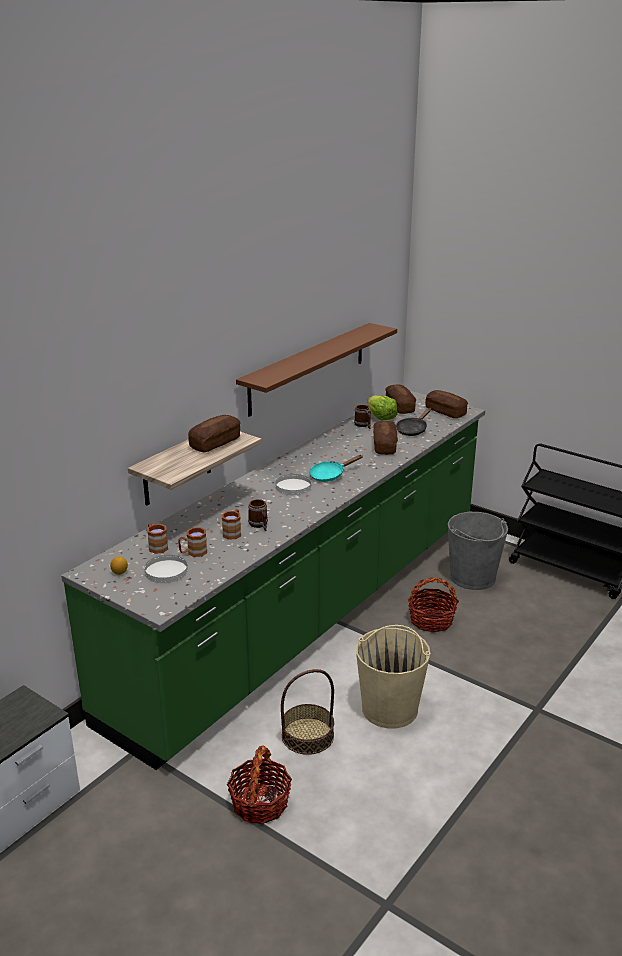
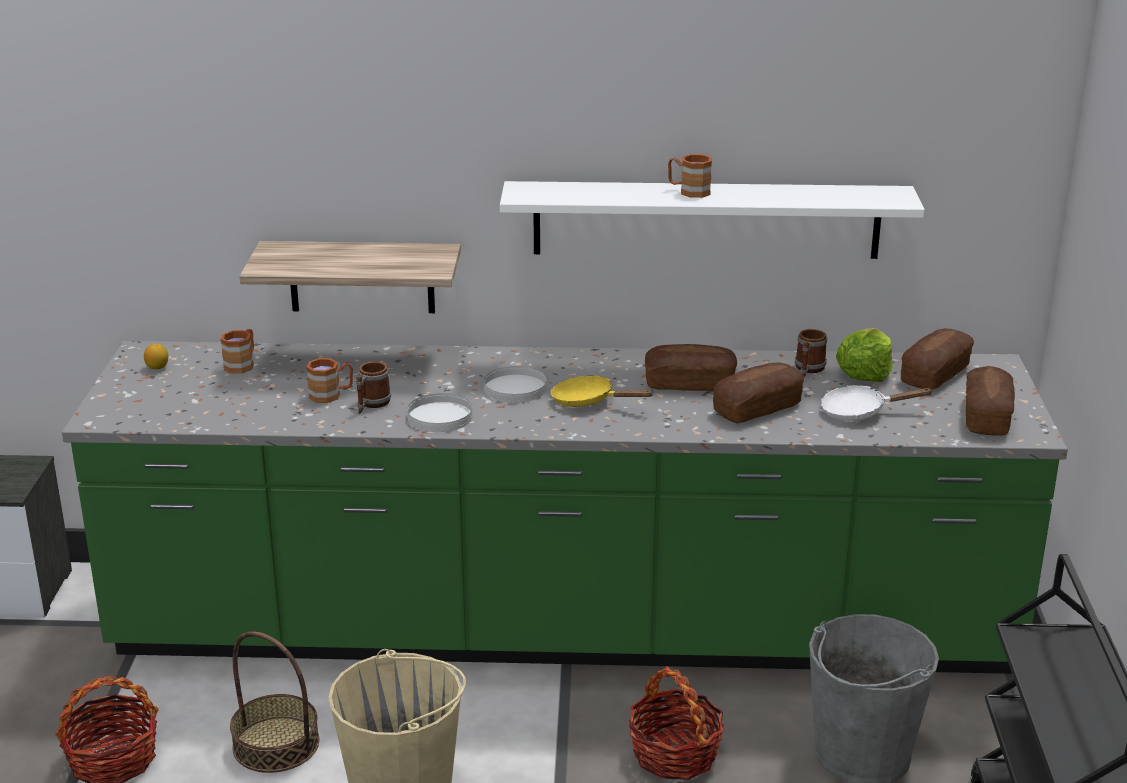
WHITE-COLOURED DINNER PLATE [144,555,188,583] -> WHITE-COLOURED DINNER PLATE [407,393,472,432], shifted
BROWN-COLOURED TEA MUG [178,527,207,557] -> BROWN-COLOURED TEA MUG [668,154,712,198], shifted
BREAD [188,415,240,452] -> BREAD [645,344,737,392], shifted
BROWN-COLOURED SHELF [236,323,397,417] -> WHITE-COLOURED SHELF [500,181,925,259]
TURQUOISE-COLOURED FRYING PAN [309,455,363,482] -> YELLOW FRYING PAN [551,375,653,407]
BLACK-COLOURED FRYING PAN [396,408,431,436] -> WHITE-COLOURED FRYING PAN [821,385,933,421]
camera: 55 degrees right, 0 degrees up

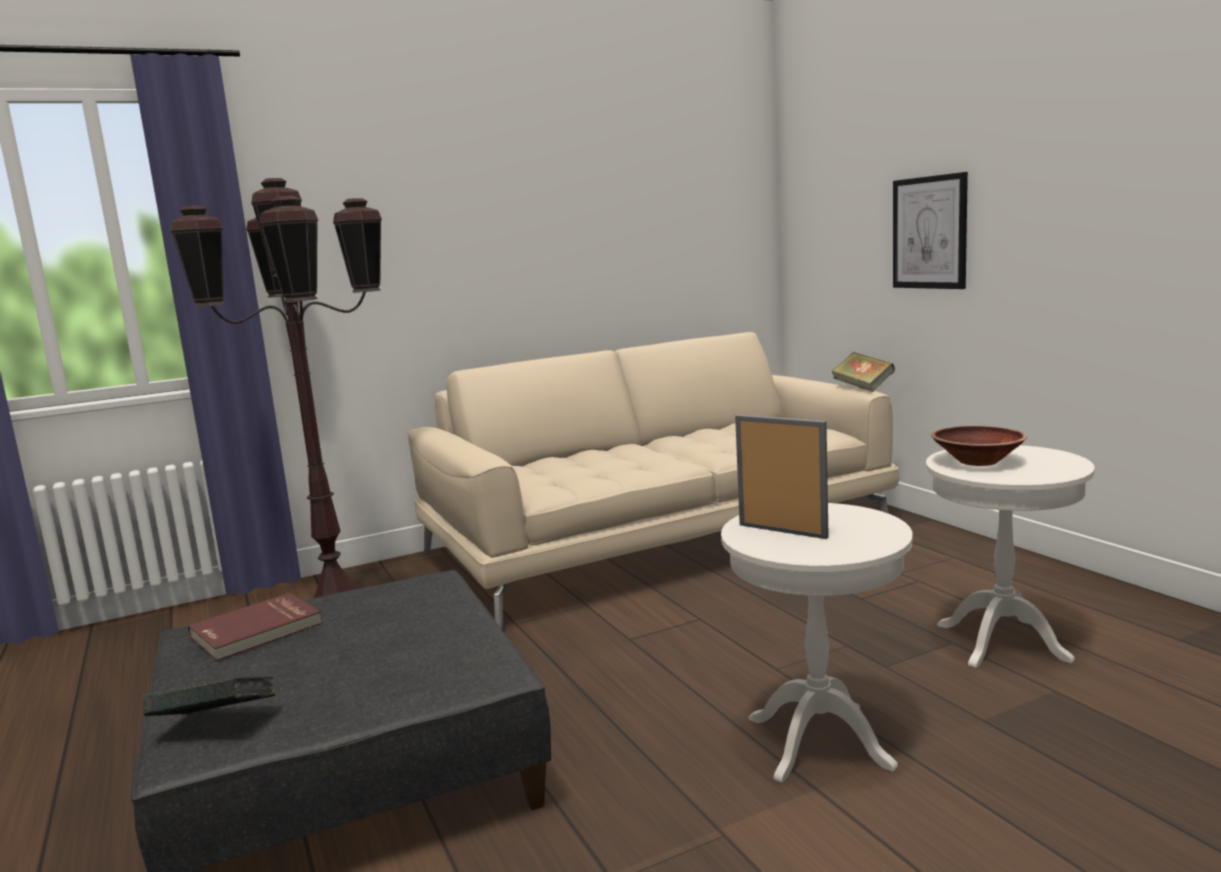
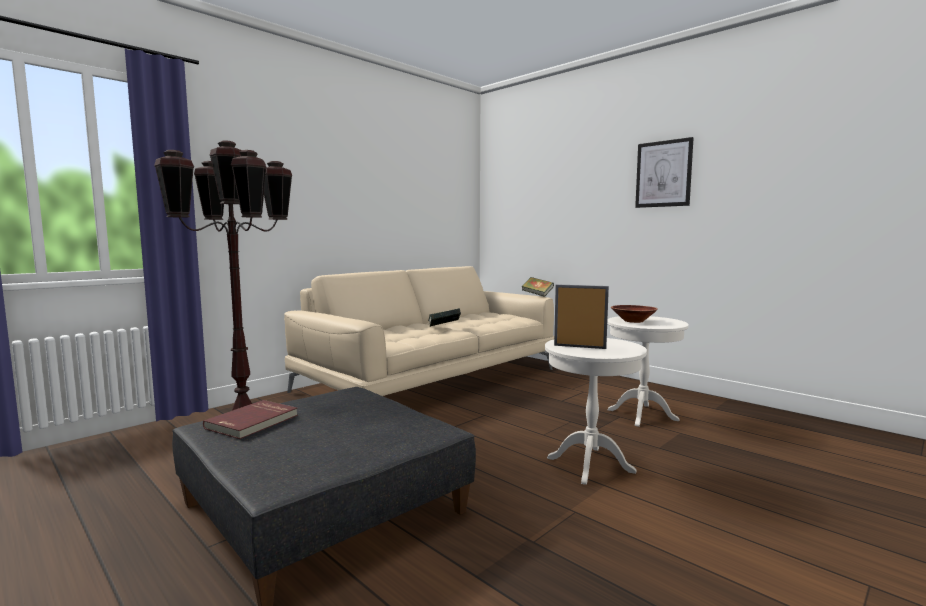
BOUND BOOK [142,677,276,716] -> BOUND BOOK [428,308,461,327], shifted
WALL ART [893,172,968,289] -> WALL ART [635,137,694,208], shifted
camera: 20 degrees left, 5 degrees down

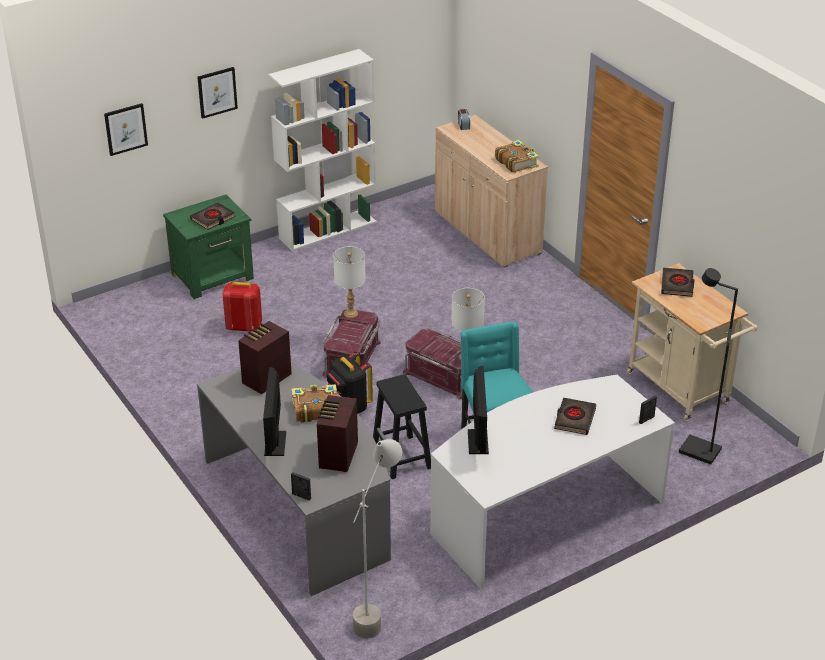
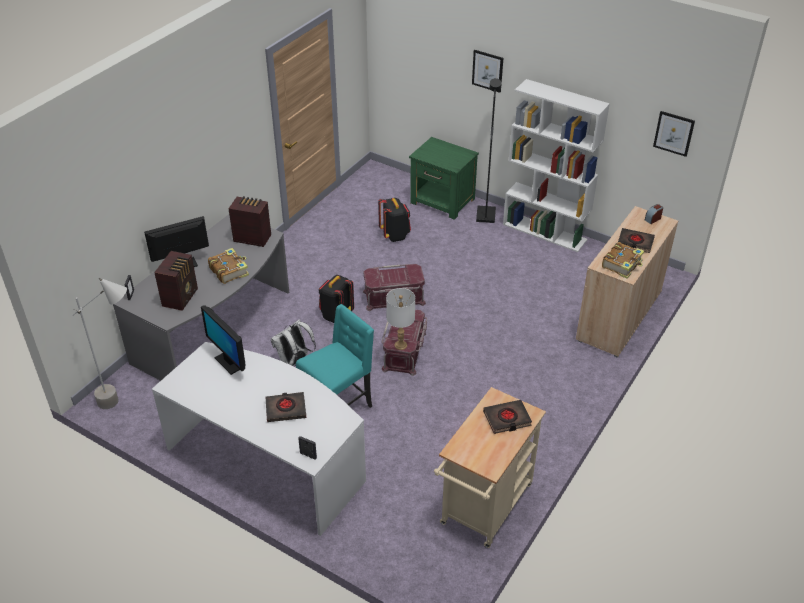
WHITE-COLOURED LAMP FOR A TABLE [333,246,366,318] -> none
WALL ART [104,103,148,156] -> WALL ART [653,111,695,157], shifted
BLACK-COLOURED BOUND BOOK [190,202,235,230] -> BLACK-COLOURED BOUND BOOK [618,228,655,253], shifted
BLACK-COLOURED FLOOR LAMP [679,268,738,465] -> BLACK-COLOURED FLOOR LAMP [476,78,501,223], shifted
BLACK-COLOURED SITTING STOOL [373,374,431,479] -> WHITE-COLOURED KNAPSACK [271,319,316,366]
REDDISH KNAPSACK [222,282,262,332] -> BLACK-COLOURED KNAPSACK [378,198,411,242]
RADIO [317,395,358,472] -> RADIO [154,251,198,311], 120 degrees clockwise
MONITOR [468,366,489,454] -> MONITOR [201,306,246,375], 75 degrees clockwise
camera: 65 degrees right, 5 degrees up

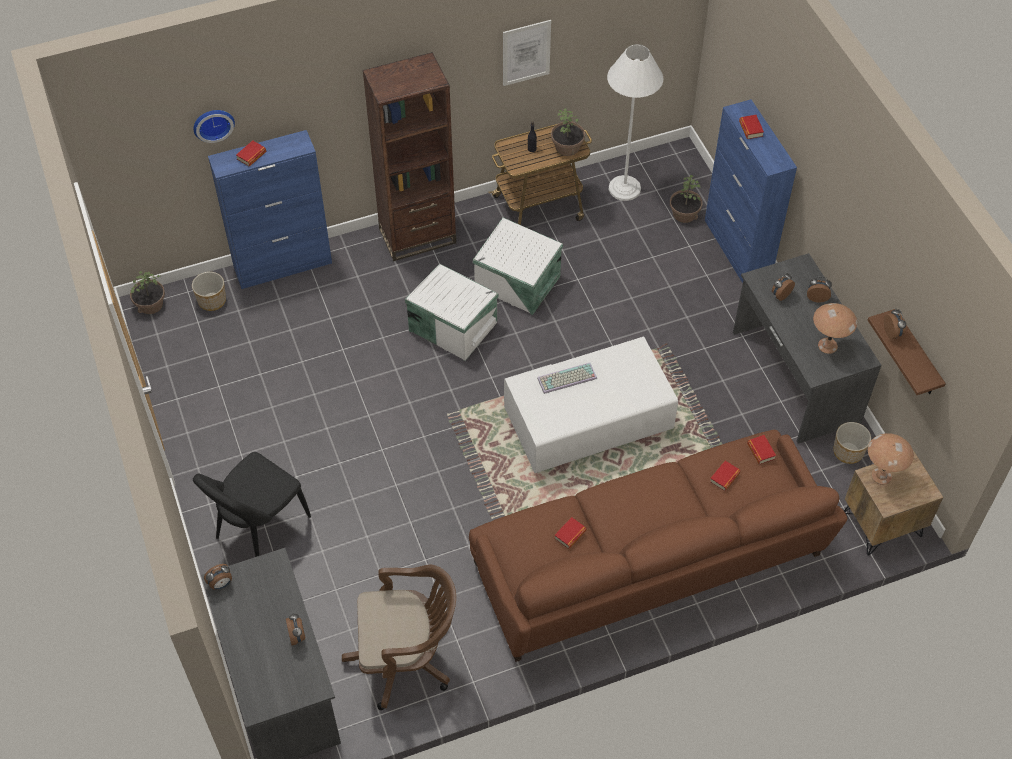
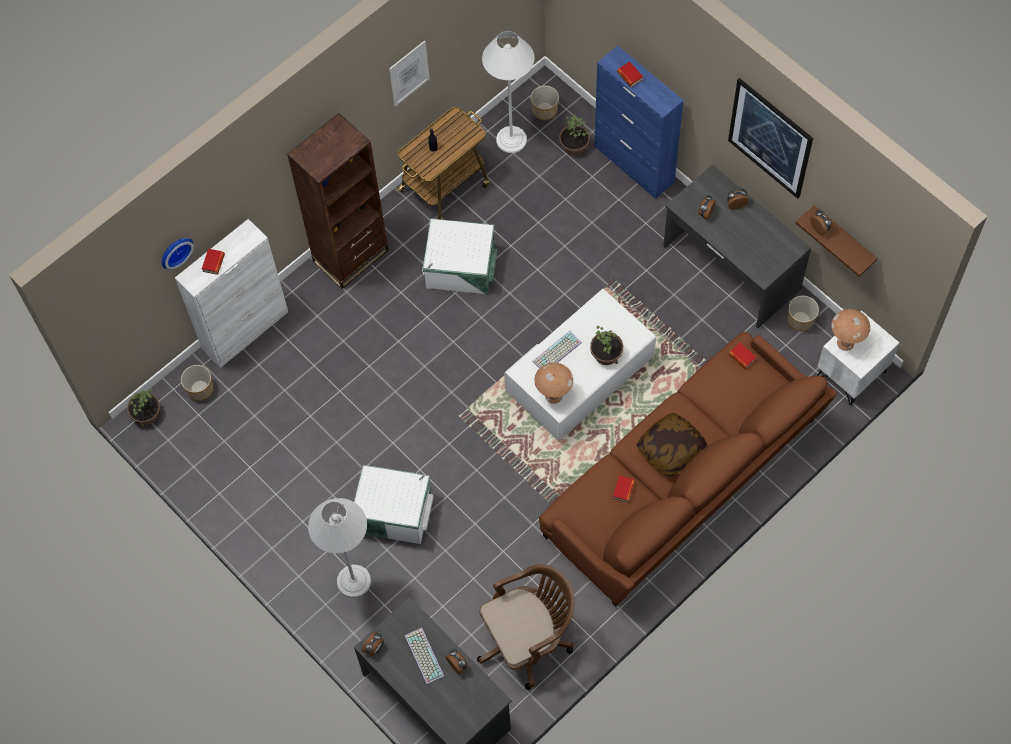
BOUND BOOK [710,461,740,491] -> none
none -> COMPUTER KEYBOARD [405,628,445,685]
none -> PLANT POT [531,85,559,120]
none -> PILLOW [637,413,707,477]
none -> WALL ART [728,78,813,199]
WHITE-COLOURED STORAGE BIN [405,264,498,361] -> WHITE-COLOURED STORAGE BIN [354,465,434,545], shifted
PLANT IN A POT [551,108,585,156] -> PLANT IN A POT [590,326,624,365], shifted
BROWN-COLOURED LAMP FOR A TABLE [813,303,857,354] -> BROWN-COLOURED LAMP FOR A TABLE [534,363,573,404], shifted
BLACK-COLOURED UPRIGHT CHAIR [193,452,311,557] -> WHITE-COLOURED FLOOR LAMP [308,498,371,598]
BLUE CUPBOARD [208,130,332,289] -> WHITE-COLOURED CUPBOARD [175,219,288,368]
BROWN-COLOURED NIGHTSTAND [844,451,943,556] -> WHITE-COLOURED NIGHTSTAND [817,311,899,405]
camera: 20 degrees left, 10 degrees up

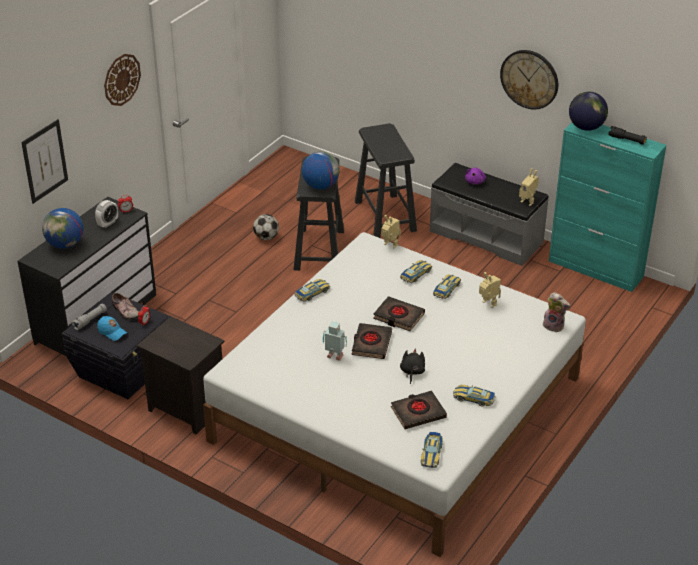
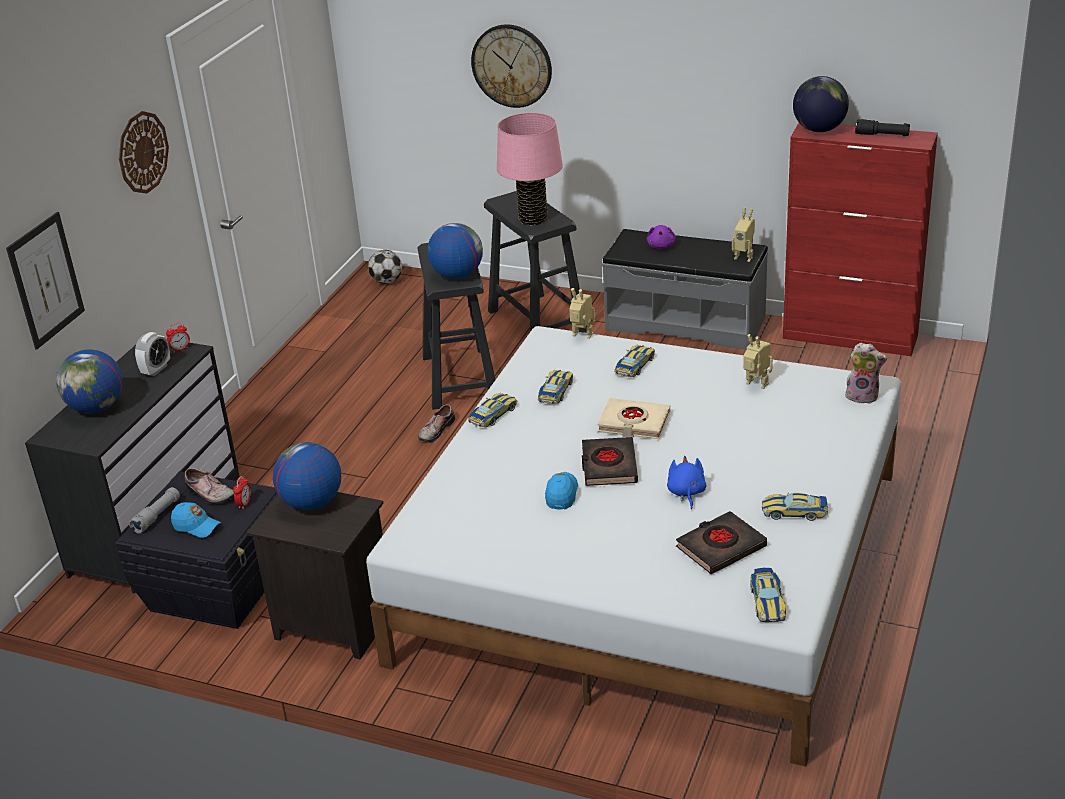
none -> DESK GLOBE [273,442,341,510]
none -> ITEM OF FOOTWEAR [418,404,455,443]
none -> PINK LAMP FOR A TABLE [497,113,563,225]
FOOTBALL [253,214,279,240] -> FOOTBALL [368,250,402,284], shifted
MODEL CAR [433,274,461,299] -> MODEL CAR [538,370,573,404], shifted
HANGING CLOCK [500,50,558,109] -> HANGING CLOCK [471,24,552,108], shifted
ROBOT FIGURE [323,322,347,361] -> BLUE PEAKED CAP [545,472,578,509]
BLACK-COLOURED BOUND BOOK [373,296,425,331] -> SAND-COLOURED BOUND BOOK [597,398,670,439]
BLACK-COLOURED CUDDLY TOY [400,349,425,384] -> BLUE CUDDLY TOY [667,456,707,509]
TURQUOISE-COLOURED CUPBOARD [549,122,666,292] -> REDDISH CUPBOARD [783,123,938,356]
camera: 10 degrees left, 5 degrees down

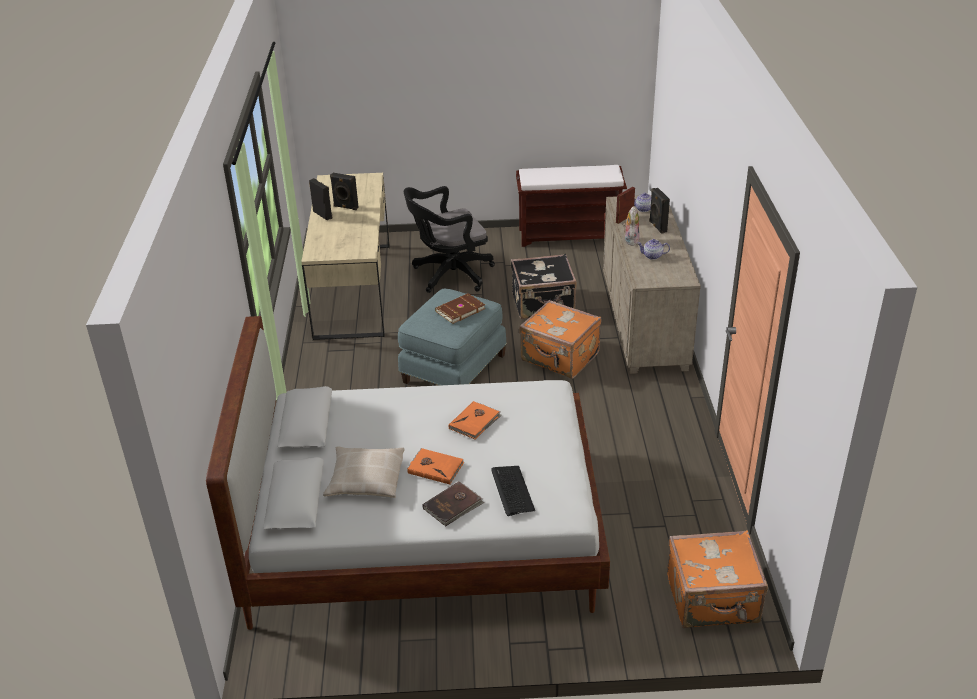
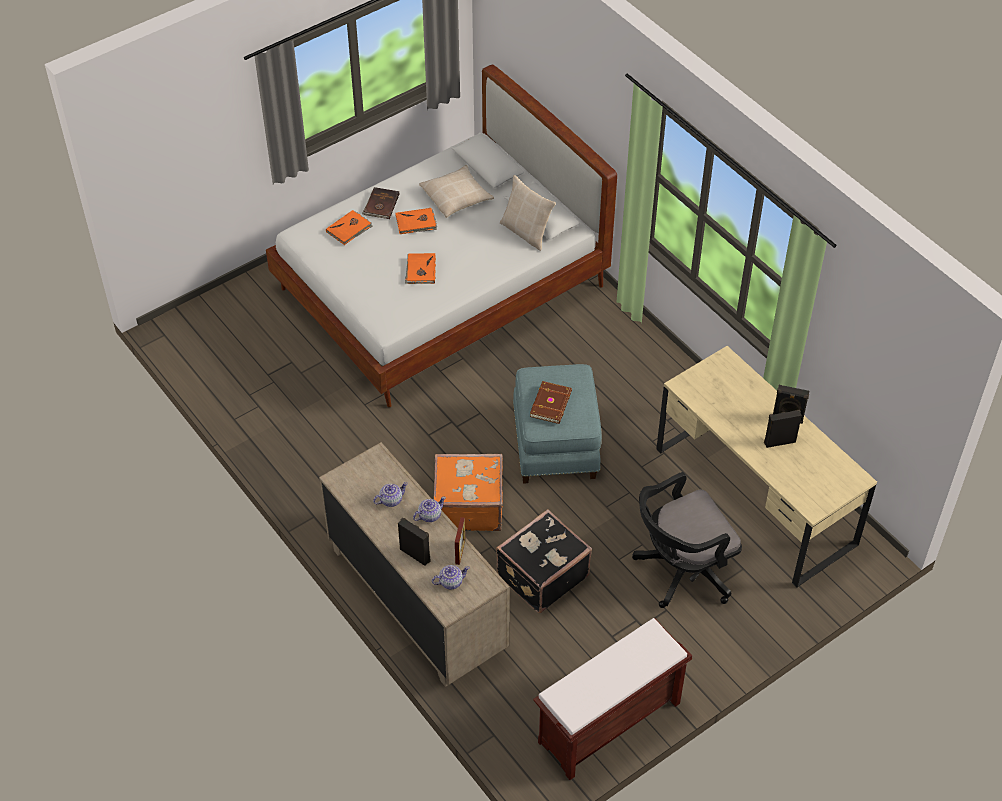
ORANGE-COLOURED SUITCASE [667,530,768,628] -> none
none -> SAND-COLOURED PILLOW [500,175,556,251]
COMPUTER KEYBOARD [491,466,535,516] -> ORANGE-COLOURED BOUND BOOK [326,210,372,245]
CUDDLY TOY [623,206,640,246] -> TEAPOT [413,496,446,522]
BLACK-COLOURED DESK CHAIR [404,186,495,293] -> BLACK-COLOURED DESK CHAIR [632,472,742,608], 150 degrees counterclockwise
camera: 145 degrees right, 15 degrees up

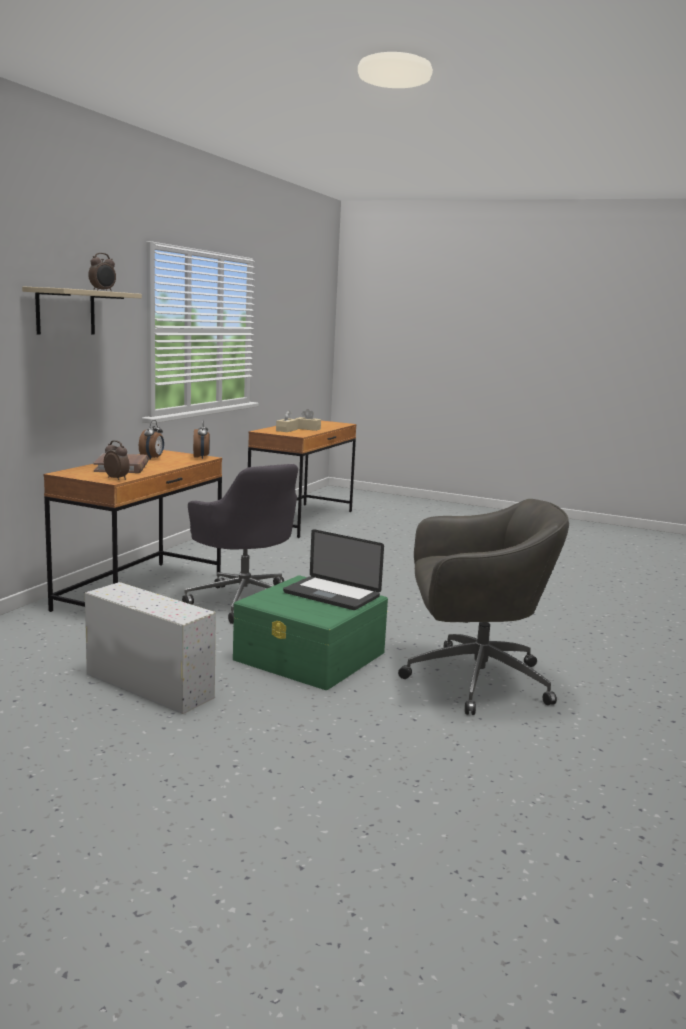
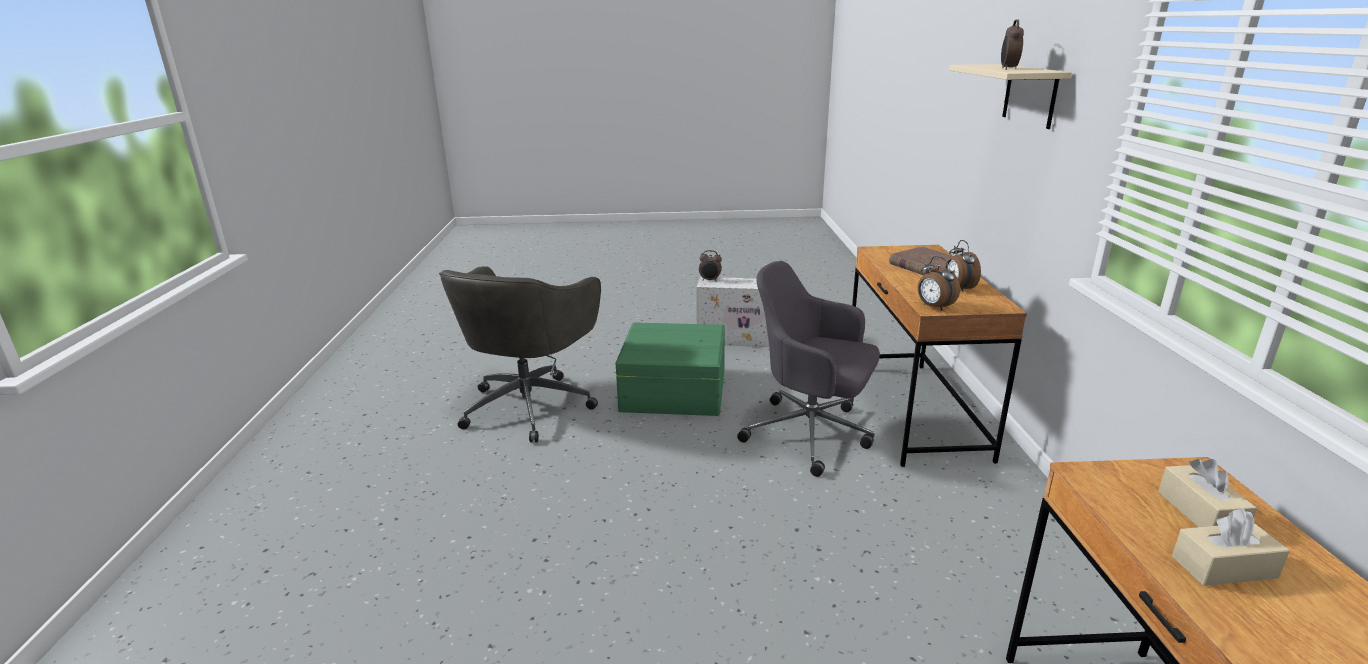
LAPTOP [283,529,384,610] -> none
ALARM CLOCK [104,440,130,480] -> ALARM CLOCK [699,250,722,282], shifted
GREY DESK CHAIR [398,499,569,715] -> GREY DESK CHAIR [439,266,601,443], 45 degrees counterclockwise
camera: 155 degrees right, 10 degrees up

